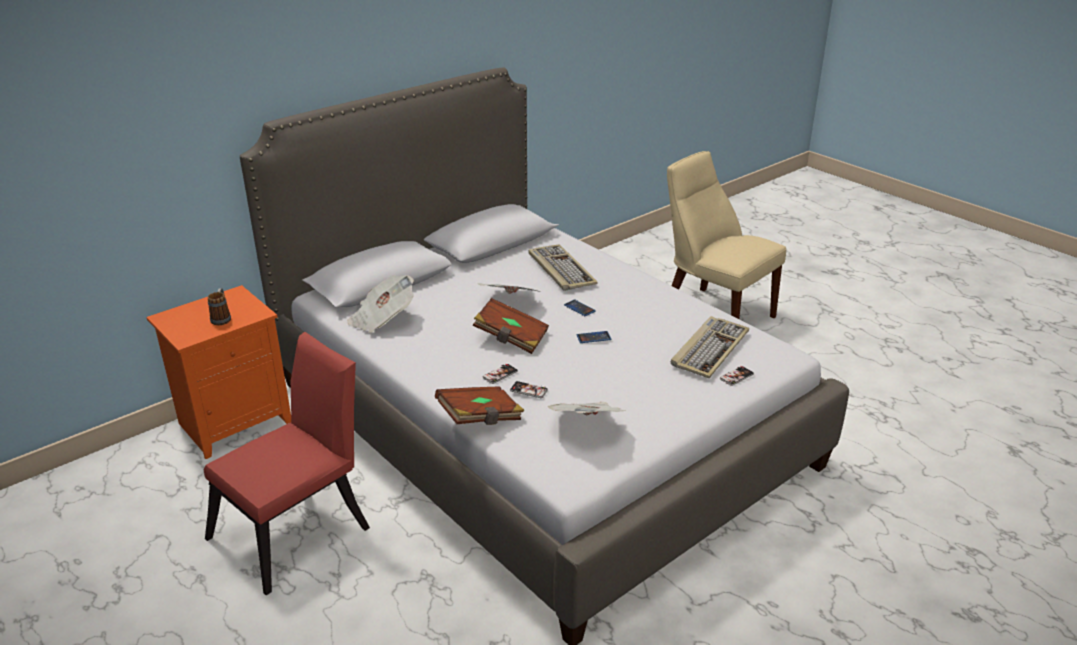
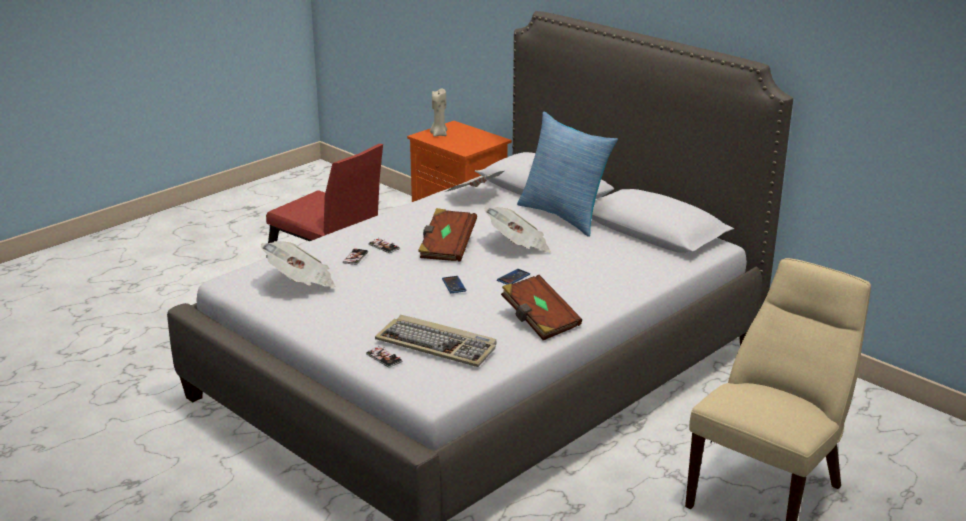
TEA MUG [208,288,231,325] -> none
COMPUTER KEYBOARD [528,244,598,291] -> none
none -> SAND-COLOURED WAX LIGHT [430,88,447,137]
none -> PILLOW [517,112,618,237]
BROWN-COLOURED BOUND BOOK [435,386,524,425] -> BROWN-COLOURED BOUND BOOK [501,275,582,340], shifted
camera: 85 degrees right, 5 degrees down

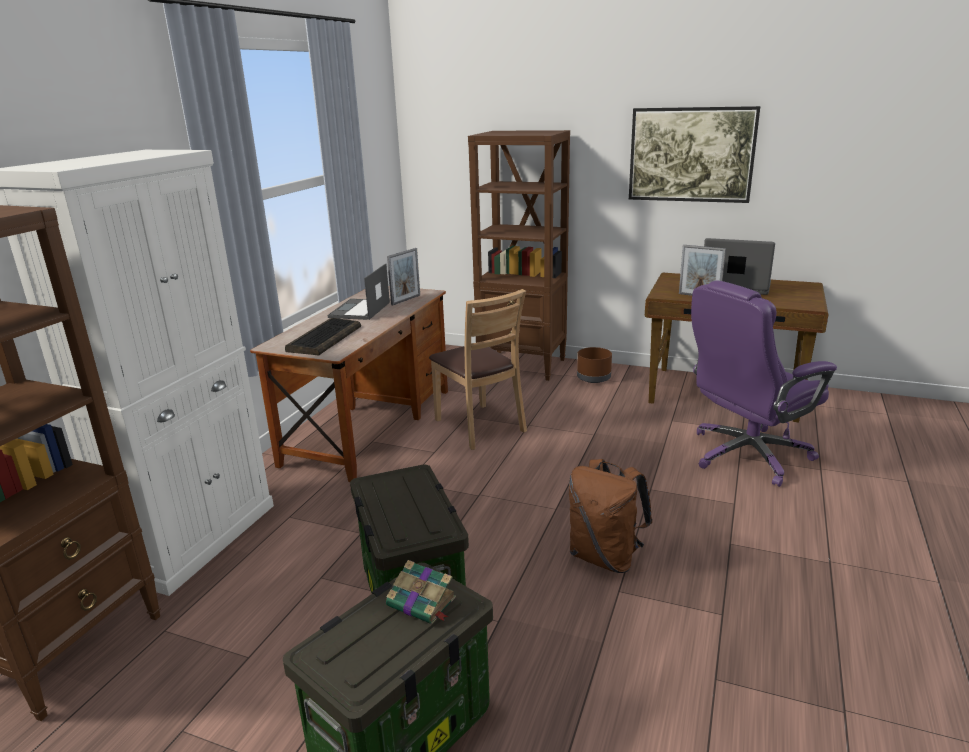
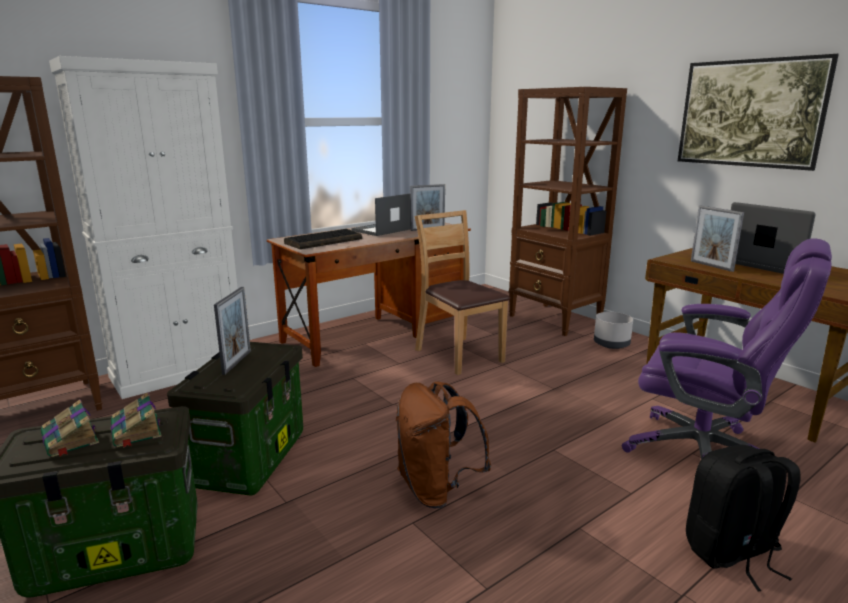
none -> BOUND BOOK [41,400,99,457]
none -> PICTURE FRAME [214,287,251,375]
none -> BLACK-COLOURED KNAPSACK [686,445,801,591]
BROWN-COLOURED PLANT POT [577,347,612,383] -> GREY PLANT POT [594,312,633,349]
BROWN-COLOURED UPRIGHT CHAIR [429,289,527,450] -> BROWN-COLOURED UPRIGHT CHAIR [414,210,510,375], 150 degrees clockwise
PURPLISH DESK CHAIR [691,281,837,487] -> PURPLISH DESK CHAIR [622,238,832,459], 150 degrees counterclockwise
camera: 30 degrees right, 5 degrees down

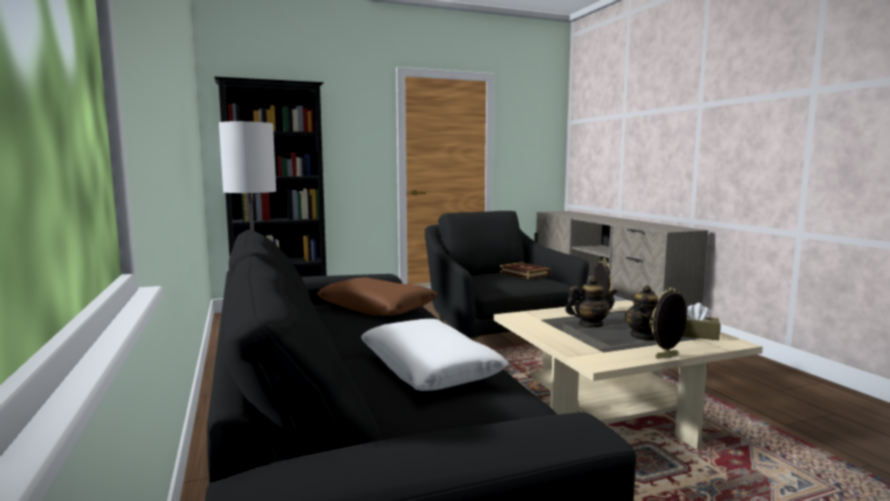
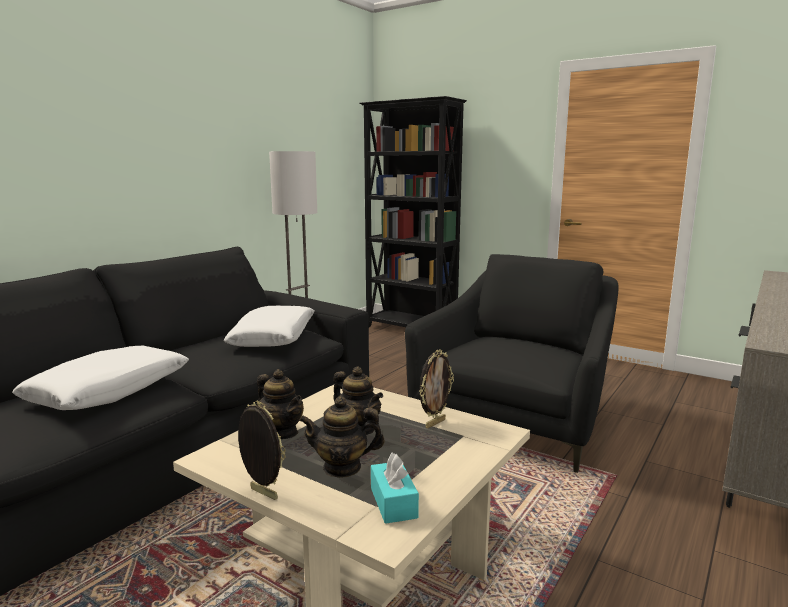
BOUND BOOK [500,262,550,279] -> none
none -> TEAPOT [257,369,304,439]
BROWN-COLOURED PILLOW [317,277,437,316] -> WHITE-COLOURED PILLOW [224,306,314,347]
BROWN-COLOURED BOX OF TISSUES [682,303,721,340] -> TURQUOISE-COLOURED BOX OF TISSUES [371,453,419,524]
camera: 55 degrees right, 5 degrees up

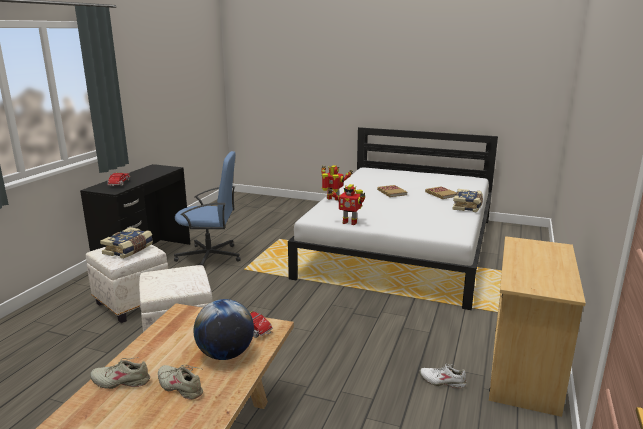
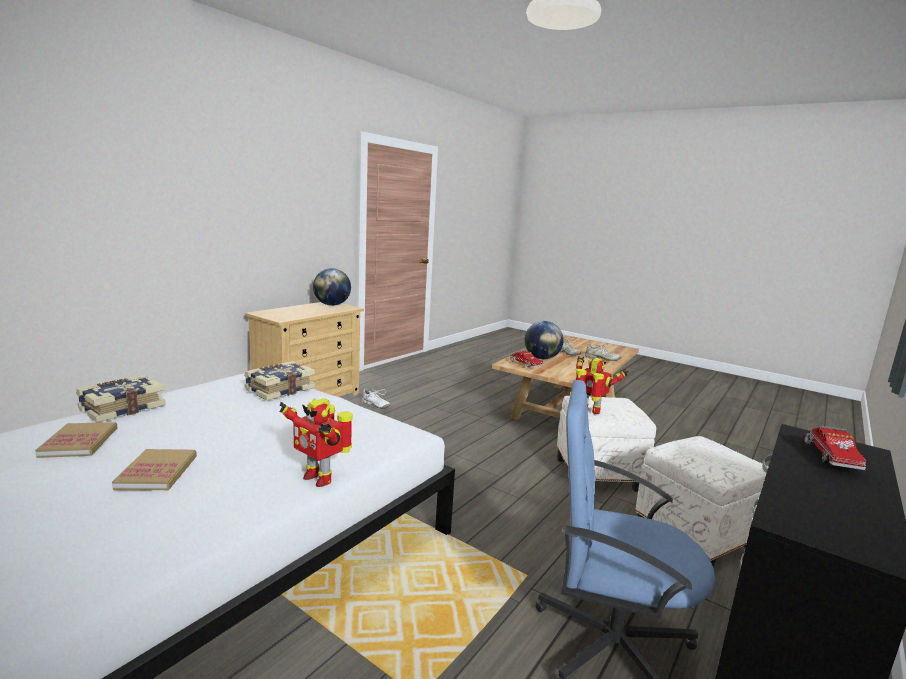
none -> DESK GLOBE [313,268,351,306]
BOUND BOOK [100,227,153,259] -> BOUND BOOK [244,361,315,401], shifted
ROBOT FIGURE [328,184,365,225] -> ROBOT FIGURE [576,356,629,414], shifted
camera: 165 degrees left, 5 degrees down

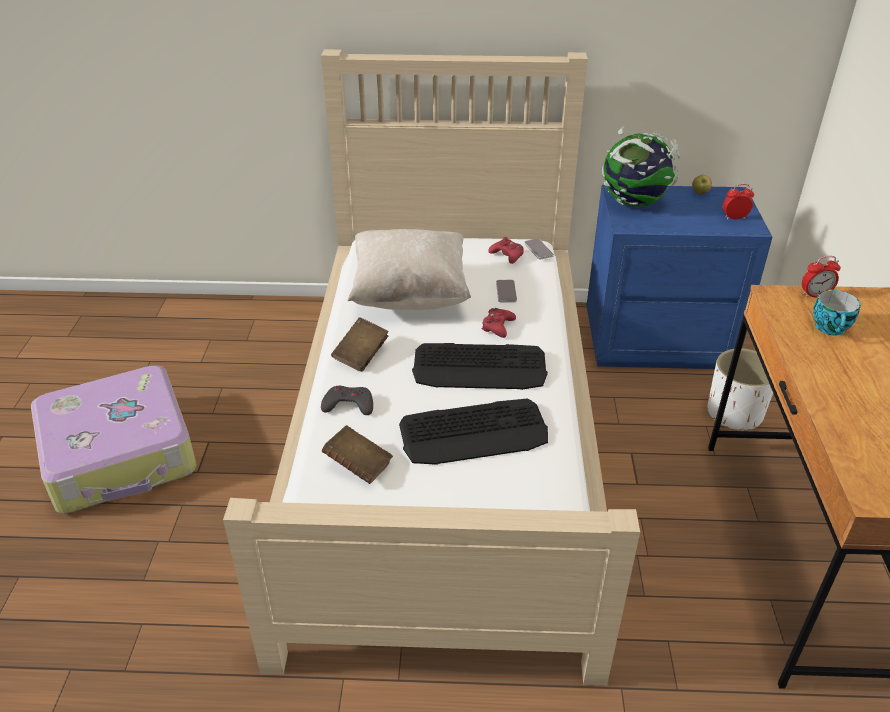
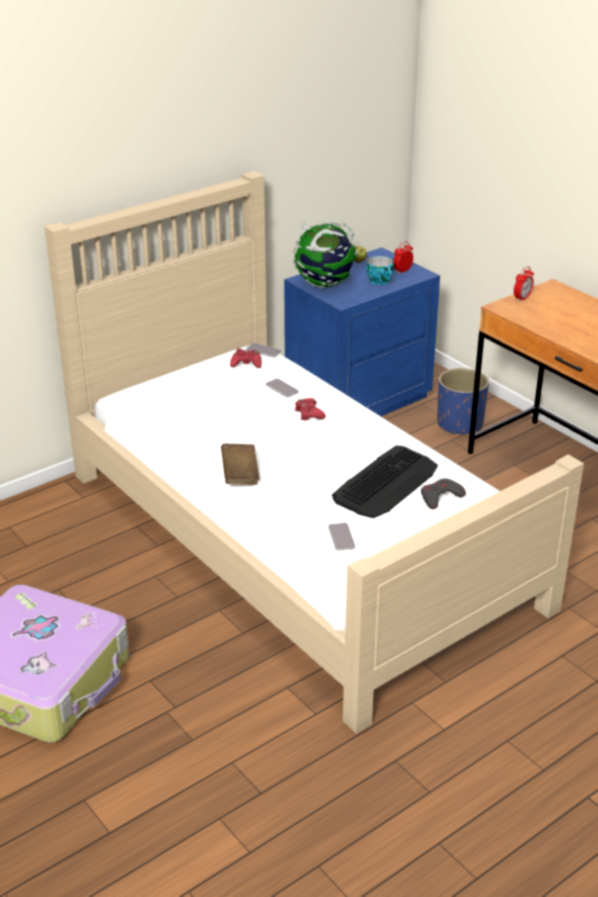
SAND-COLOURED PILLOW [347,229,471,310] -> none
COMPUTER KEYBOARD [412,343,548,390] -> none
GREY GAMEPAD [321,386,373,415] -> GREY GAMEPAD [421,479,466,509], shifted
DRINKING CUP [813,290,861,336] -> DRINKING CUP [366,256,394,285], shifted
BROWN-COLOURED BOUND BOOK [322,425,393,484] -> PHONE [328,523,355,551]
WHITE-COLOURED PLANT POT [708,348,773,431] -> BLUE PLANT POT [437,368,489,434]
camera: 40 degrees left, 5 degrees down

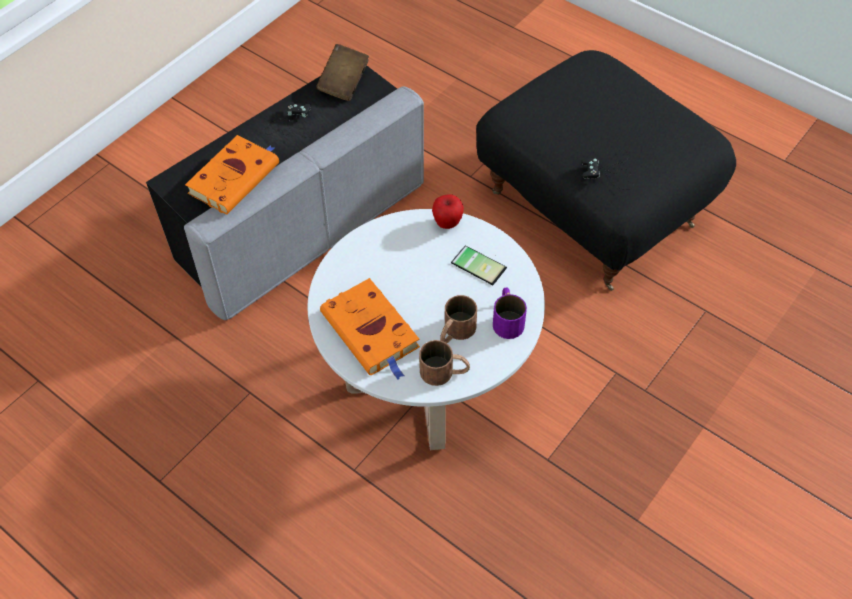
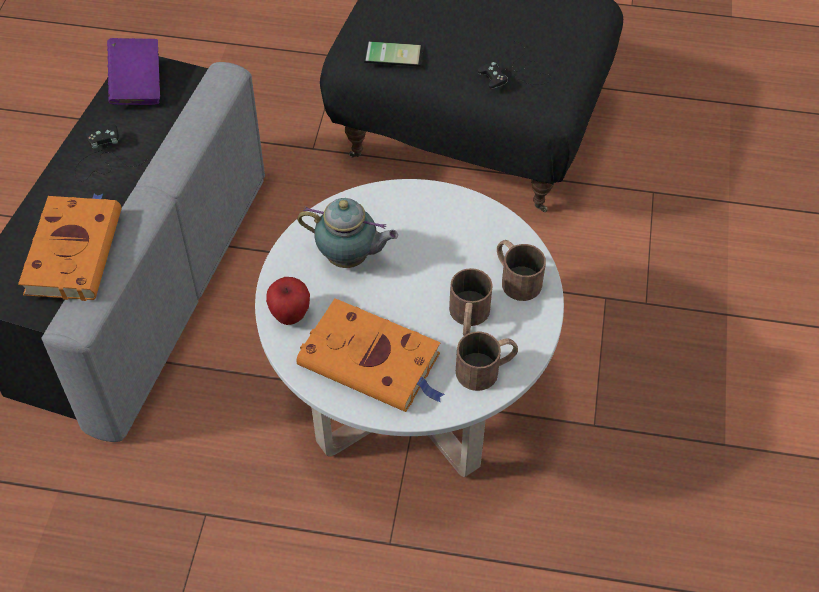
none -> TEAPOT [297,198,398,268]
WHOLE APPLE [432,195,464,229] -> WHOLE APPLE [266,277,310,325], shifted
PHONE [451,245,507,285] -> PHONE [364,41,423,67], shifted
BROWN-COLOURED BOUND BOOK [316,44,369,101] -> PURPLISH BOUND BOOK [107,38,160,105]
PURPLISH TEA MUG [493,288,527,339] -> BROWN-COLOURED TEA MUG [497,240,546,301]
camera: 30 degrees left, 0 degrees up

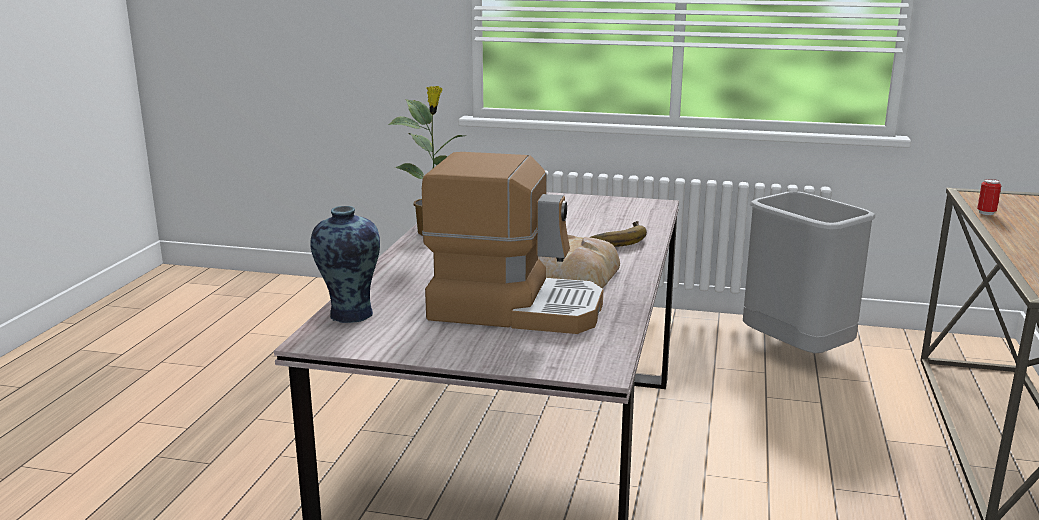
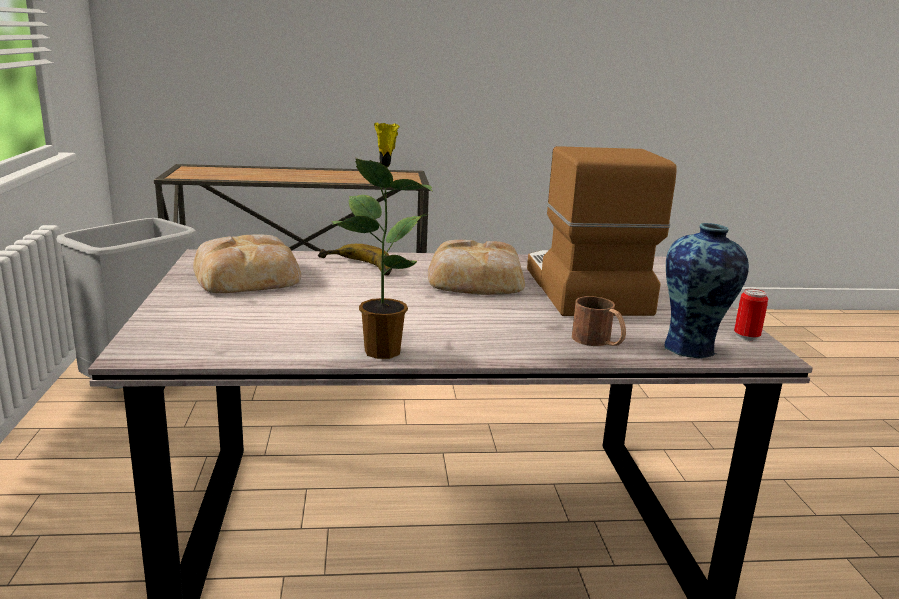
none -> BREAD [193,235,301,293]
none -> BROWN-COLOURED TEA MUG [572,296,626,346]
SEALED CAN [977,179,1001,215] -> SEALED CAN [734,289,768,341], shifted
camera: 110 degrees left, 0 degrees up

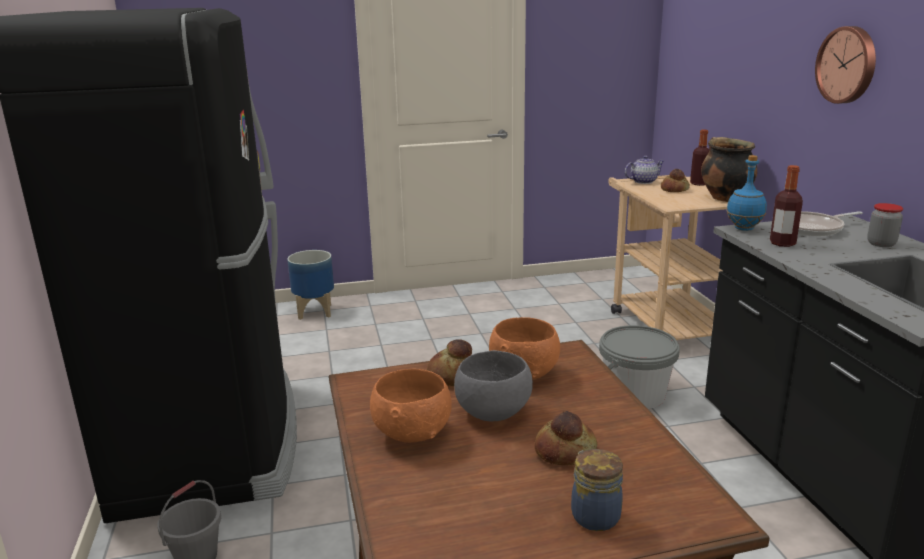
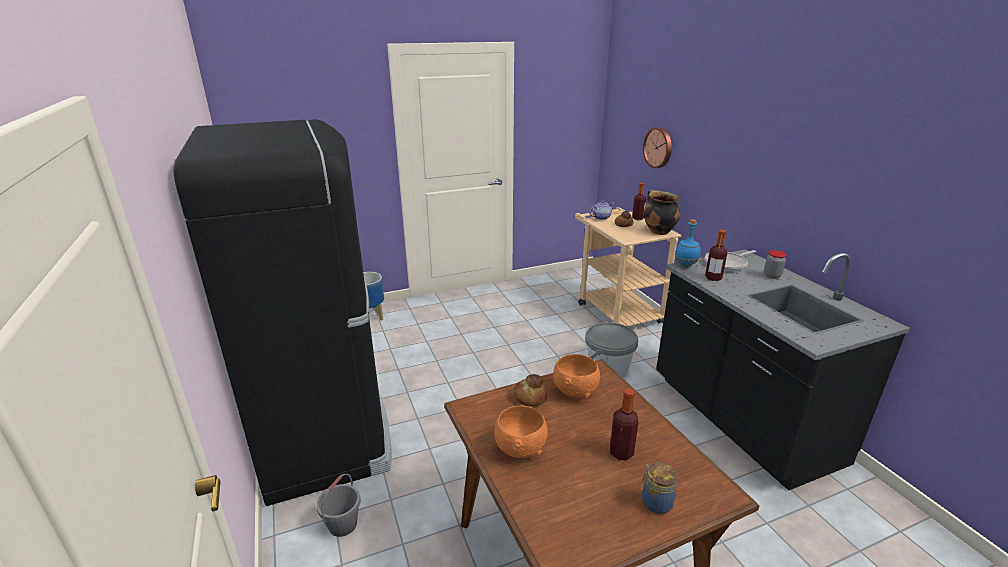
GREY DEEP DISH [454,350,533,422] -> none
HANGING CLOCK [815,26,876,104] -> HANGING CLOCK [643,127,672,168], shifted
BREAD [534,411,597,465] -> DRINK BOTTLE [610,389,639,461]
camera: 10 degrees left, 5 degrees up

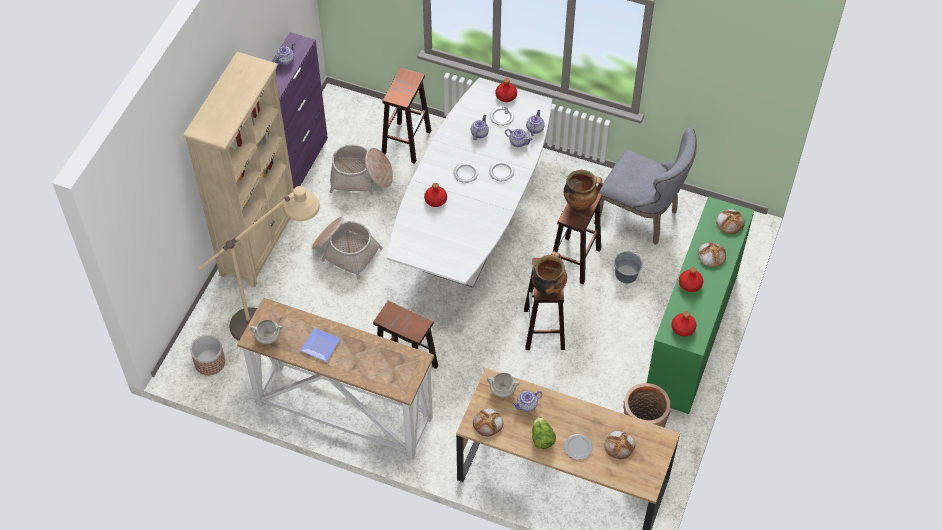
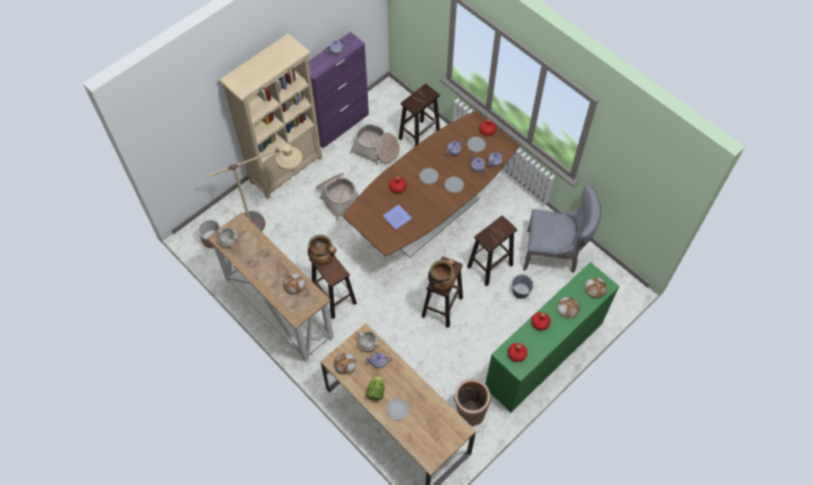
DINNER PLATE [300,328,341,362] -> DINNER PLATE [383,204,412,229], shifted
SAUCEPOT [564,170,603,210] -> SAUCEPOT [308,235,336,265], shifted
BREAD [604,431,635,459] -> BREAD [283,274,306,295], shifted
WHITE-COLOURED DINING TABLE [387,78,552,288] -> BROWN-COLOURED DINING TABLE [343,111,519,258]
GREY UPRIGHT CHAIR [594,127,697,245] -> GREY UPRIGHT CHAIR [523,185,601,273], 45 degrees counterclockwise
camera: 25 degrees right, 5 degrees up

